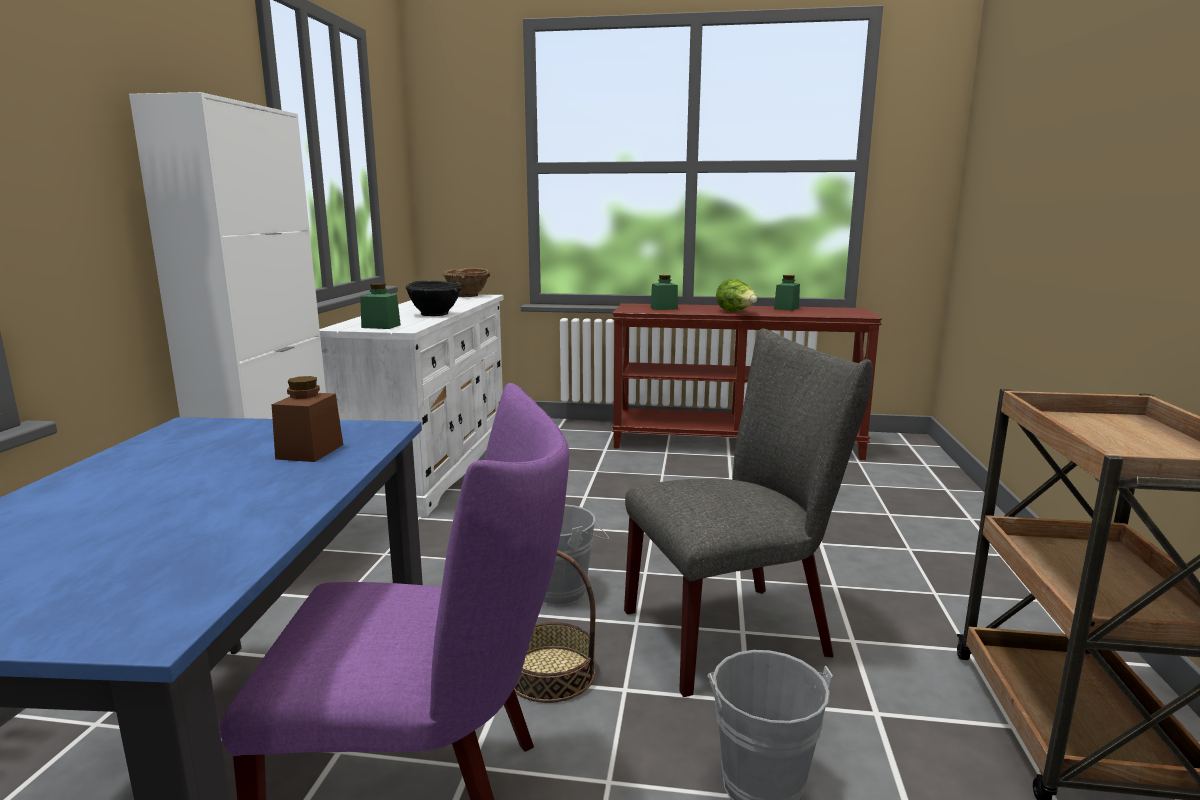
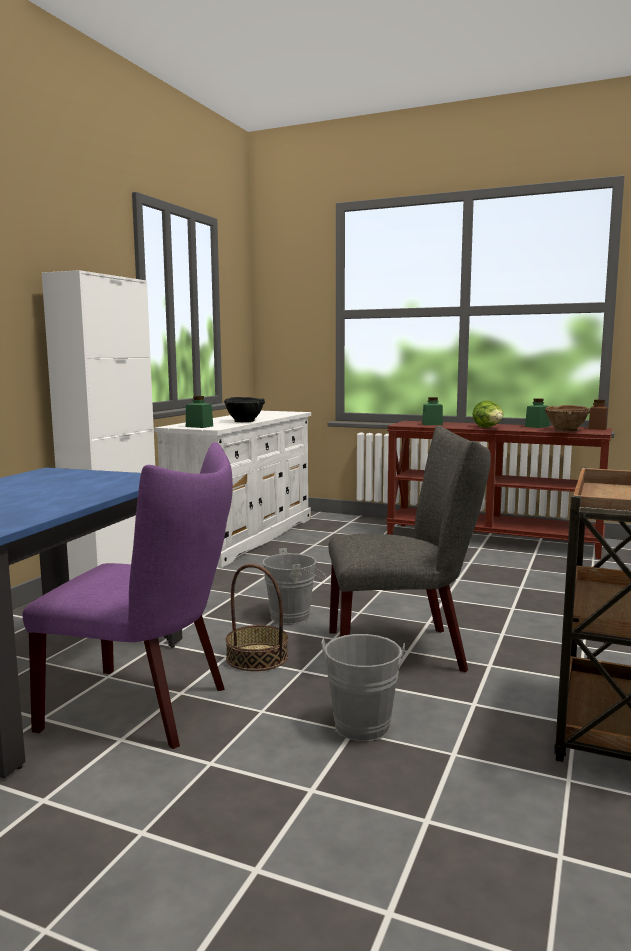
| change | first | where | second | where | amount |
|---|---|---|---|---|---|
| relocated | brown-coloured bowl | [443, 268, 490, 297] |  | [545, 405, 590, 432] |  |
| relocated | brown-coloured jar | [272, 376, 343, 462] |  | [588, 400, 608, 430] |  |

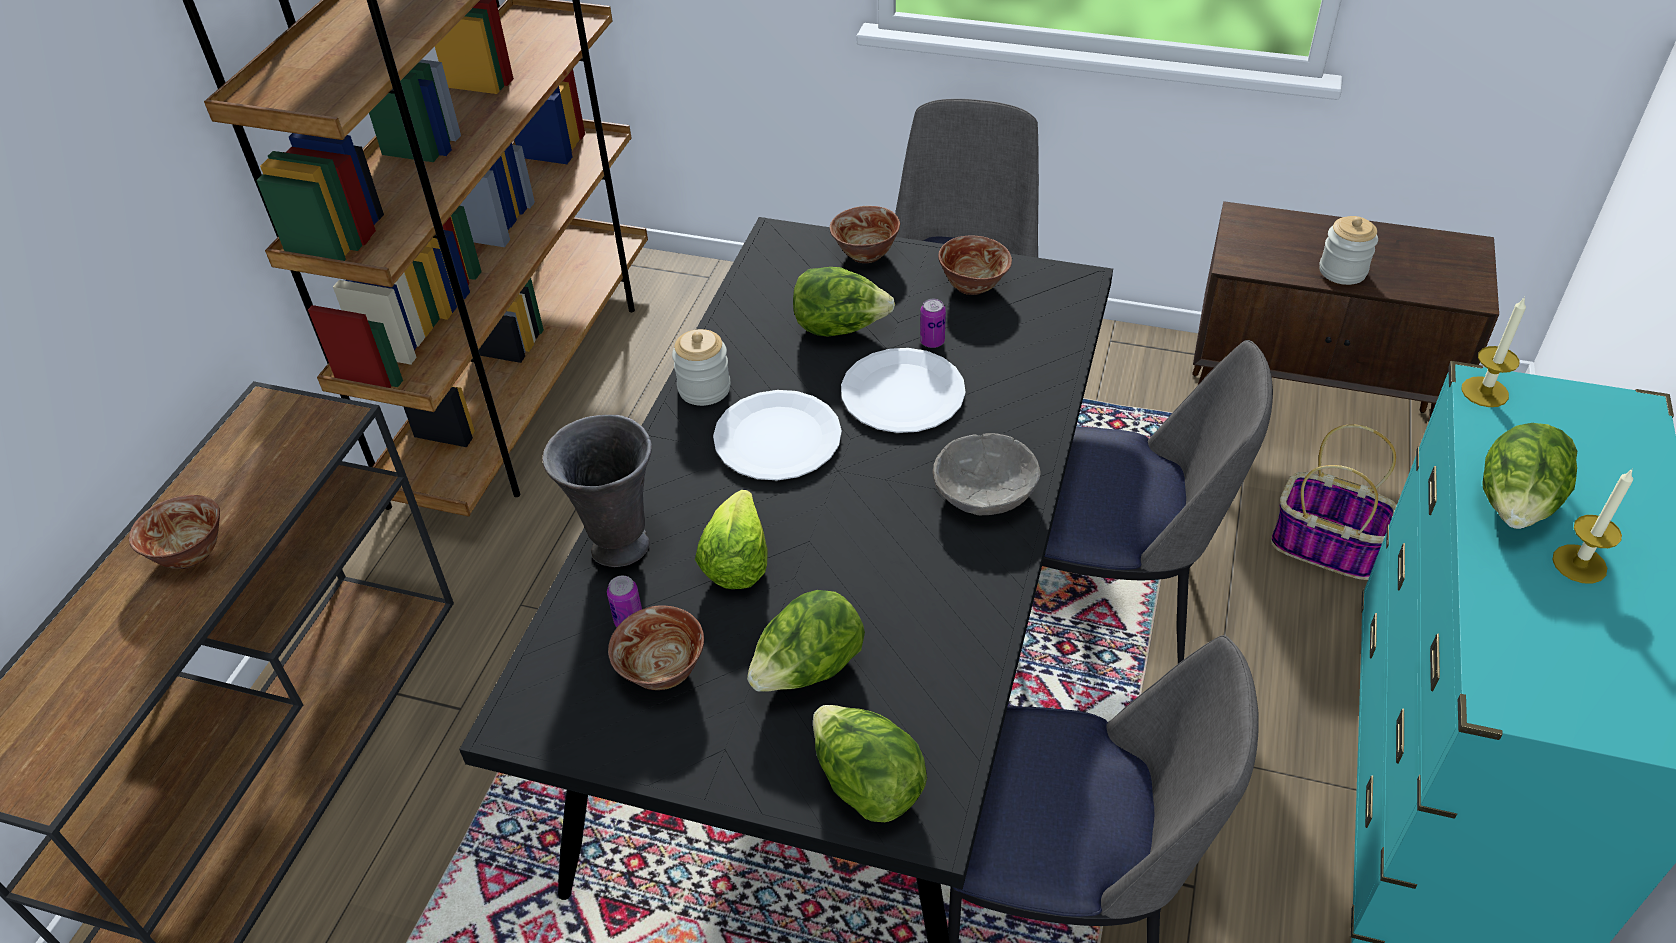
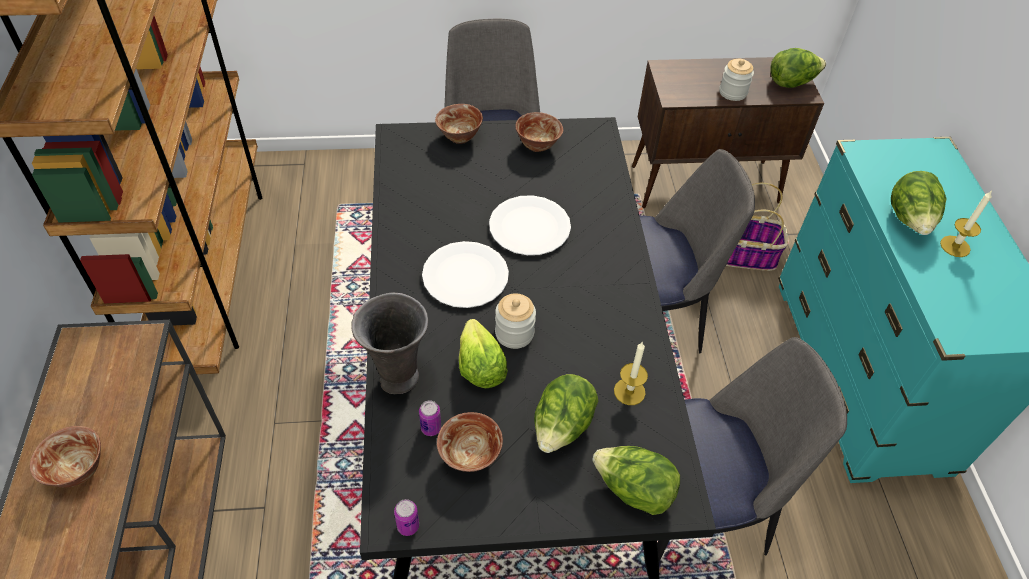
| change | first | where | second | where | amount |
|---|---|---|---|---|---|
| relocated | metal can | [920, 299, 946, 348] |  | [394, 499, 419, 536] |  |
| relocated | jar | [672, 329, 730, 406] |  | [495, 293, 536, 349] |  |
| relocated | candle | [1461, 296, 1526, 407] |  | [614, 341, 648, 405] |  |
| relocated | lettuce head | [793, 267, 895, 337] |  | [771, 48, 826, 88] |  |
| missing | gray bowl | [933, 433, 1041, 516] |  |  |  |

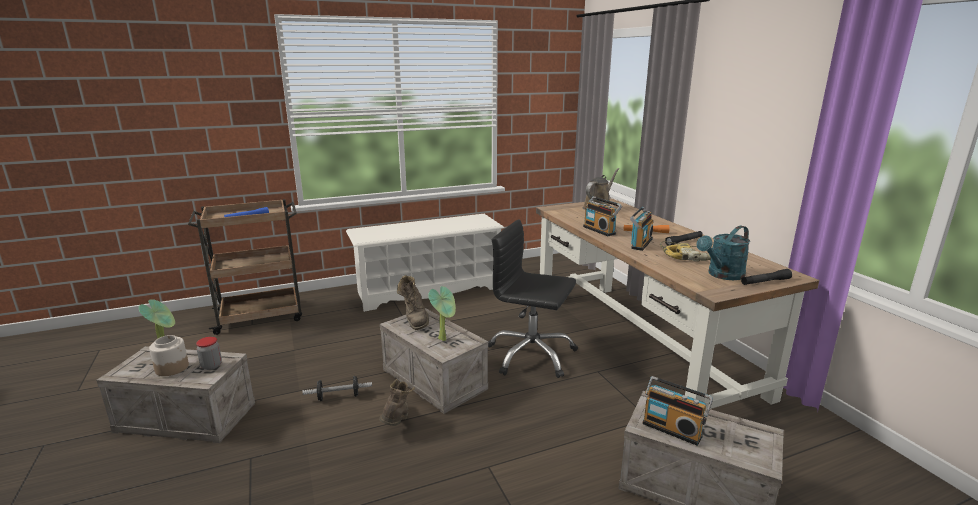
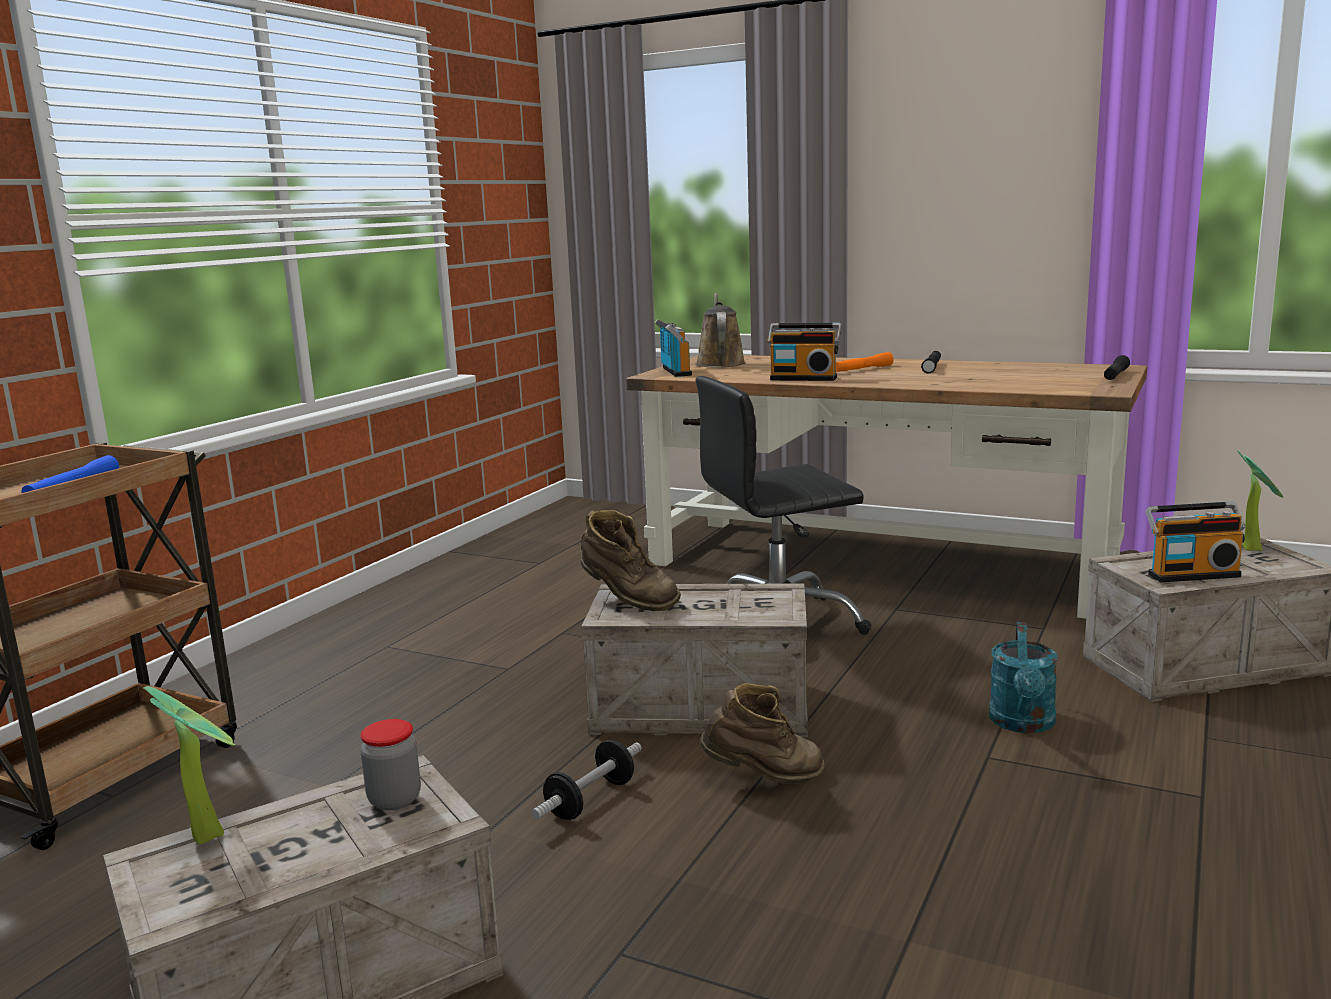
| change | first | where | second | where | amount |
|---|---|---|---|---|---|
| relocated | radio set | [630, 207, 653, 251] |  | [655, 319, 692, 377] |  |
| spun | brown-coloured tall boot | [379, 379, 415, 426] |  | [700, 683, 824, 784] | 120 degrees clockwise |
| relocated | turquoise-coloured watering can | [696, 226, 750, 280] |  | [989, 622, 1058, 733] |  |
| relocated | potted plant | [428, 286, 456, 341] |  | [1236, 450, 1284, 551] |  |
| missing | jar | [149, 335, 189, 376] |  |  |  |
| missing | whitish shoe rack | [346, 214, 504, 312] |  |  |  |
| missing | electric drill | [660, 241, 711, 261] |  |  |  |

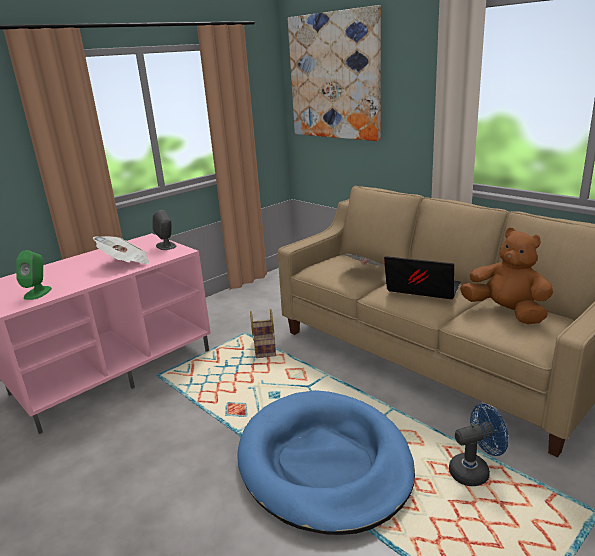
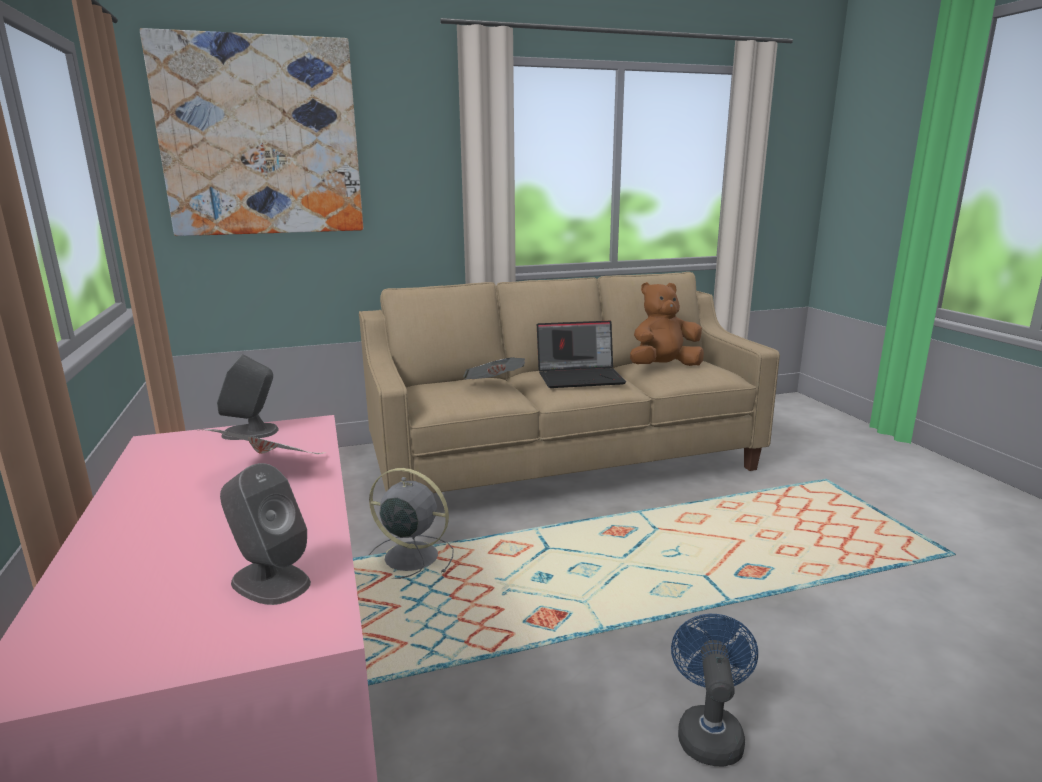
| change | first | where | second | where | amount |
|---|---|---|---|---|---|
| colour | greenish speaker | [16, 250, 52, 300] | gray speaker | [220, 463, 311, 605] |  |
| exchanged | storage basket | [250, 308, 276, 358] | gray electric fan | [368, 468, 454, 579] |  |
| spun | laptop | [384, 256, 460, 299] |  | [537, 321, 626, 388] | 150 degrees counterclockwise |
| relocated | blue electric fan | [449, 404, 509, 486] |  | [671, 614, 758, 766] |  |
| missing | blue pet bed | [237, 390, 415, 535] |  |  |  |

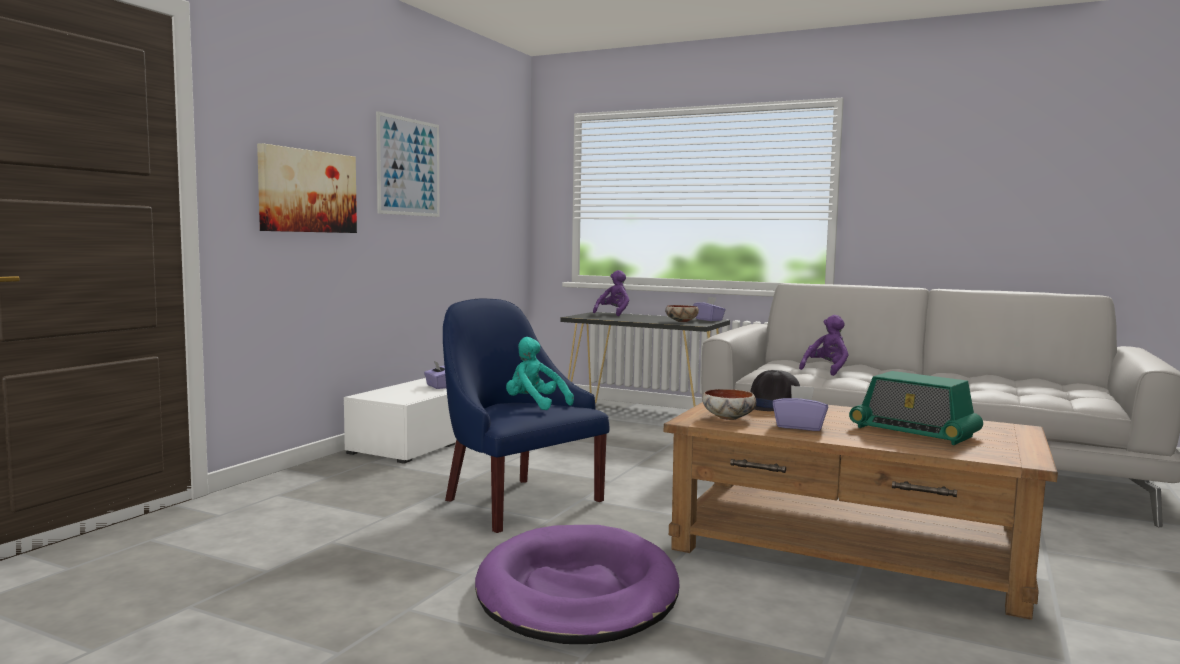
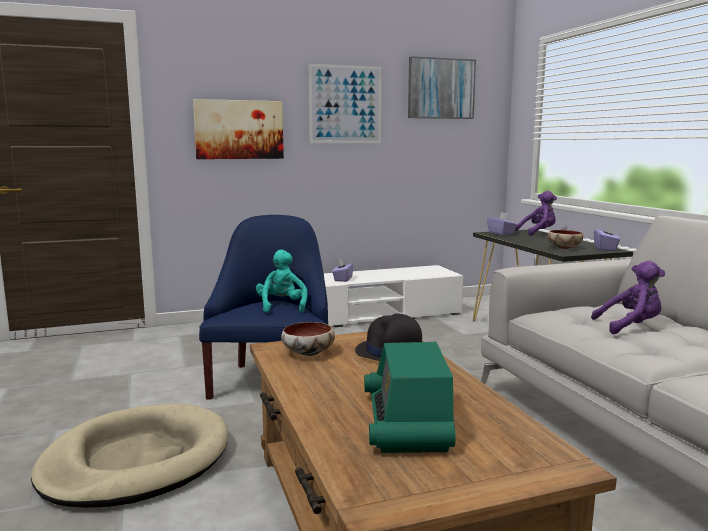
| change | first | where | second | where | amount |
|---|---|---|---|---|---|
| colour | purplish pet bed | [475, 525, 680, 644] | sand-coloured pet bed | [31, 403, 229, 508] |  |
| appeared |  |  | wall art | [408, 56, 476, 119] |  |
| relocated | purplish tissue box | [773, 385, 829, 431] |  | [487, 212, 517, 235] |  |

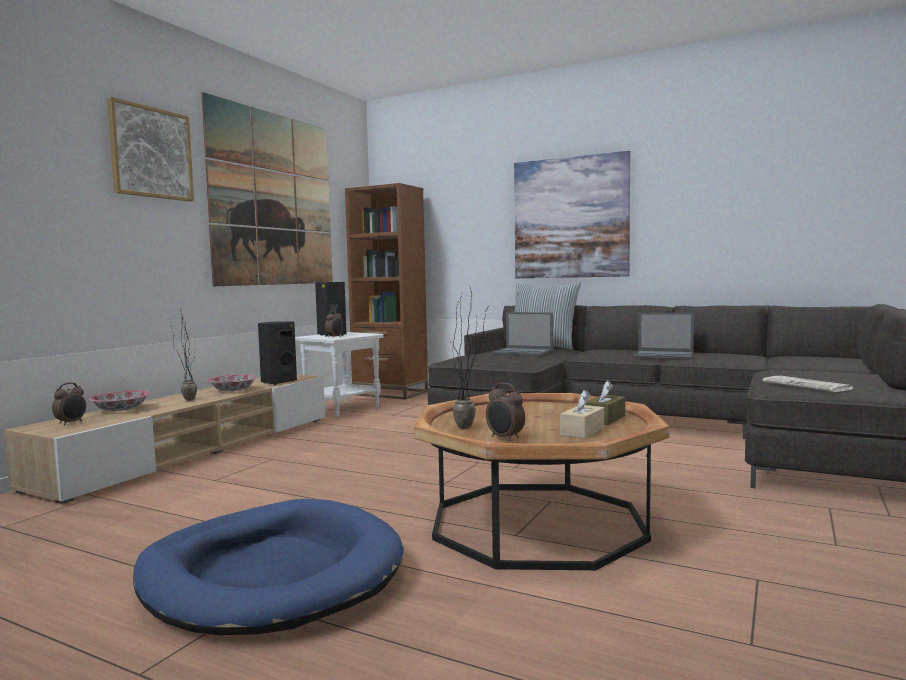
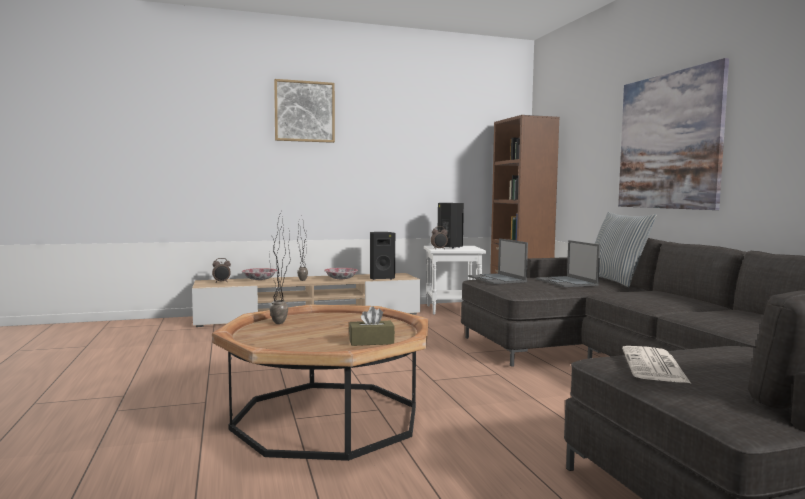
| change | first | where | second | where | amount |
|---|---|---|---|---|---|
| relocated | laptop | [634, 312, 694, 359] |  | [468, 238, 528, 284] |  |
| missing | blue pet bed | [133, 499, 404, 635] |  |  |  |
| missing | wall art | [201, 92, 333, 286] |  |  |  |
| missing | table clock | [486, 383, 525, 441] |  |  |  |
| missing | sand-coloured tissue box | [560, 390, 604, 439] |  |  |  |

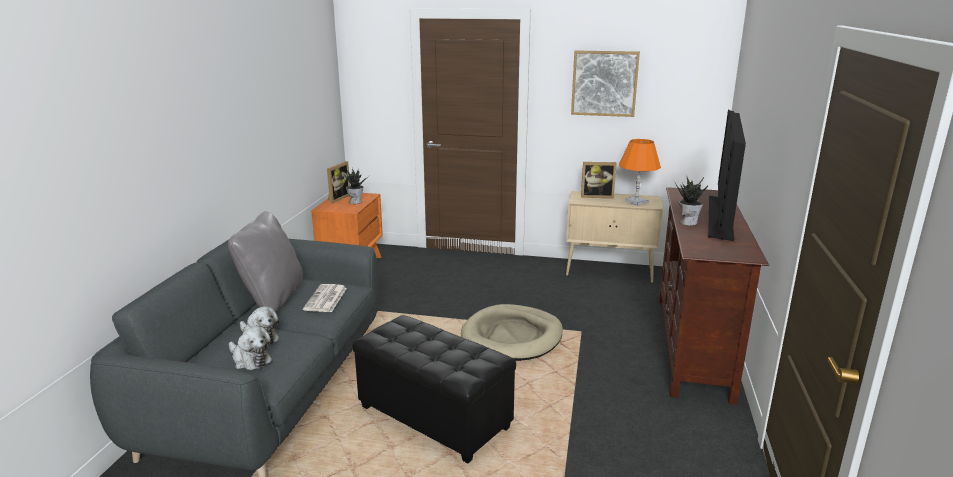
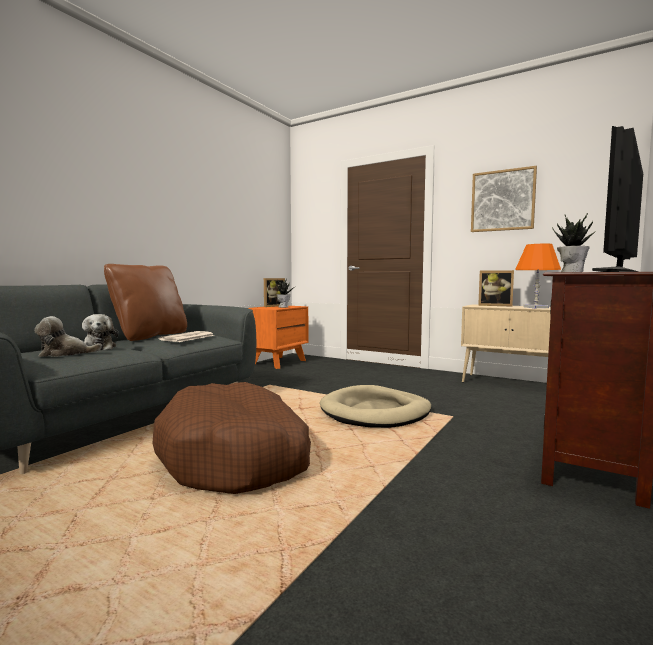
| change | first | where | second | where | amount |
|---|---|---|---|---|---|
| spun | cuddly toy | [229, 326, 272, 370] |  | [34, 316, 102, 357] | 105 degrees clockwise |
| colour | gray cushion | [228, 211, 303, 312] | brown-coloured cushion | [104, 264, 187, 341] |  |
| exchanged | blackish ottoman | [352, 315, 516, 463] | brown-coloured pet bed | [153, 382, 311, 494] |  |

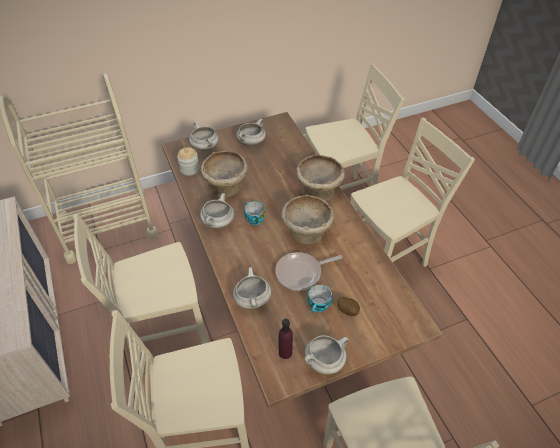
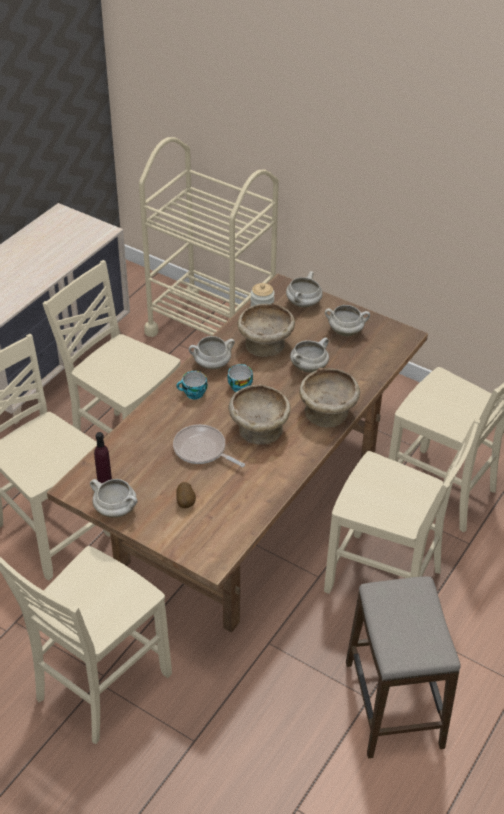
| change | first | where | second | where | amount |
|---|---|---|---|---|---|
| relocated | drinking cup | [307, 284, 332, 313] |  | [176, 371, 208, 399] |  |
| relocated | whitish stockpot | [233, 267, 271, 309] |  | [290, 337, 329, 373] |  |
| appeared |  |  | stool | [346, 576, 461, 758] |  |

